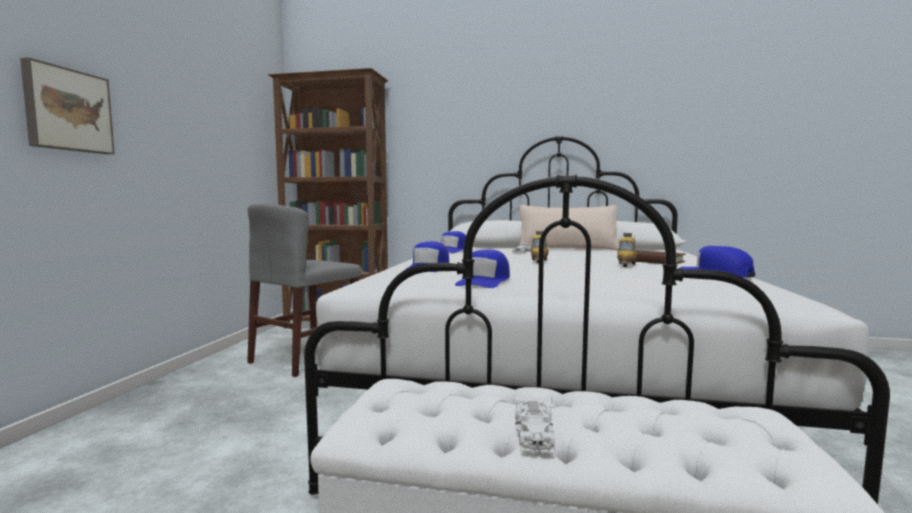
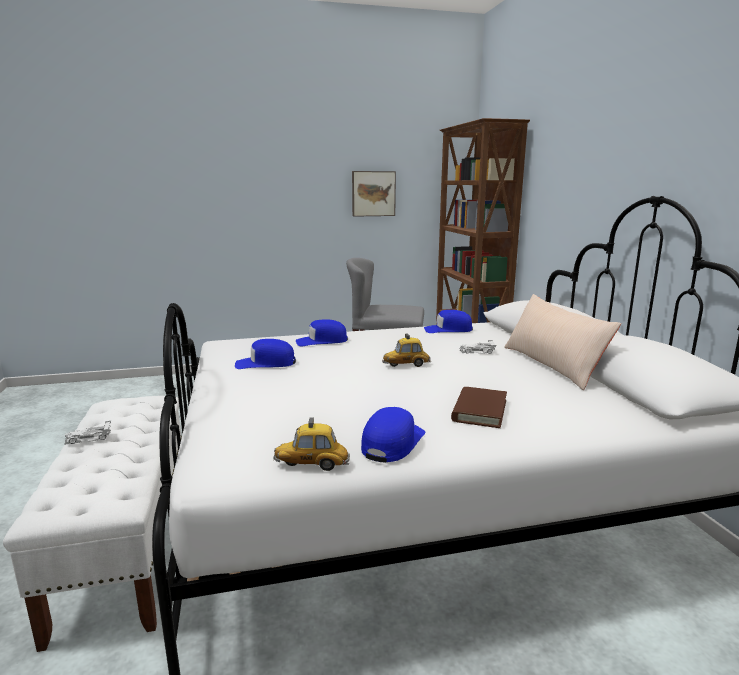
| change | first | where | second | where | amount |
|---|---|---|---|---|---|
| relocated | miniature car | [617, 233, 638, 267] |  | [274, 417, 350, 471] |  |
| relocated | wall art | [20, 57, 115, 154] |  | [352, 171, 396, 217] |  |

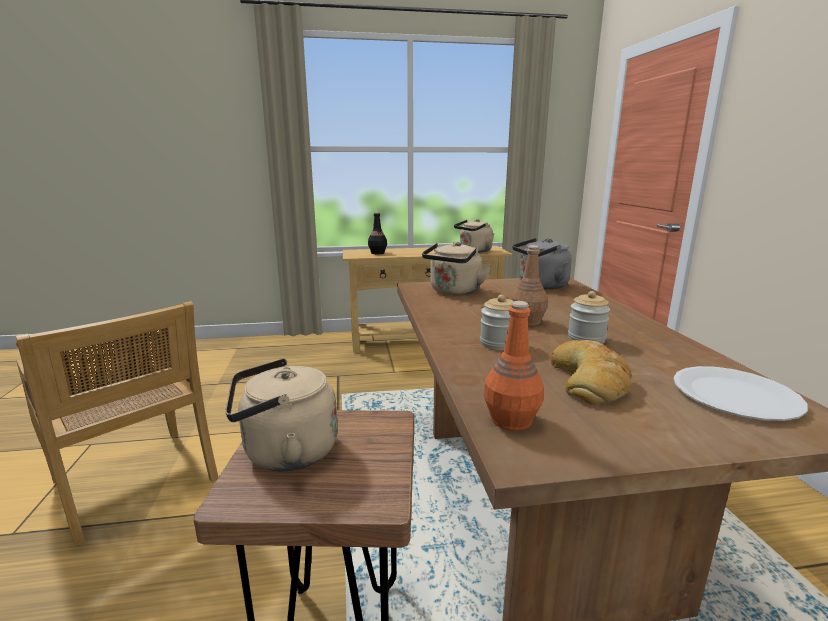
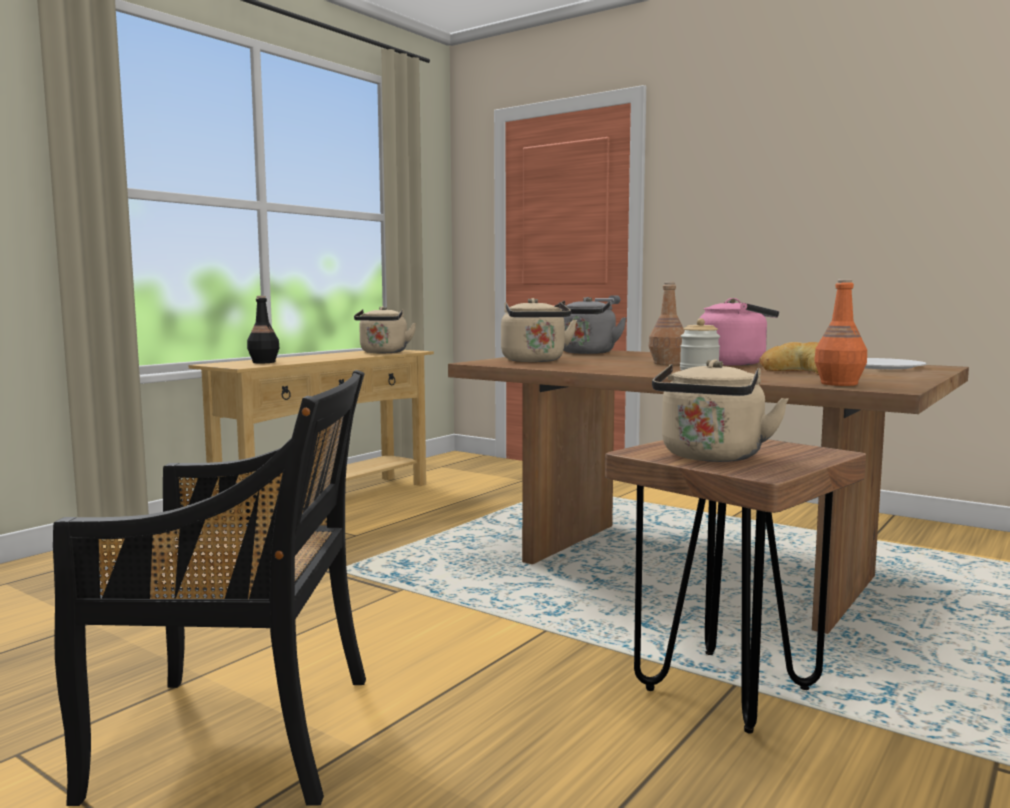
| change | first | where | second | where | amount |
|---|---|---|---|---|---|
| colour | sand-coloured plain chair | [16, 301, 218, 546] | blackish plain chair | [53, 370, 366, 806] |  |
| exchanged | jar | [568, 291, 610, 344] | pink tea kettle | [699, 298, 779, 366] |  |

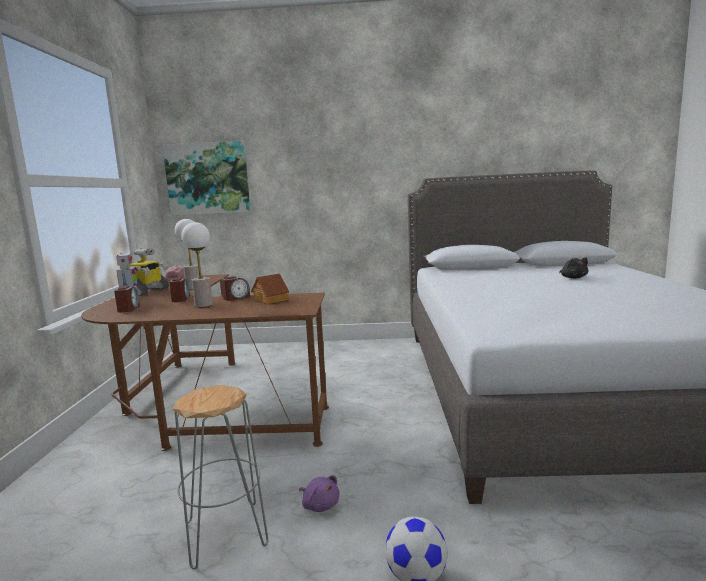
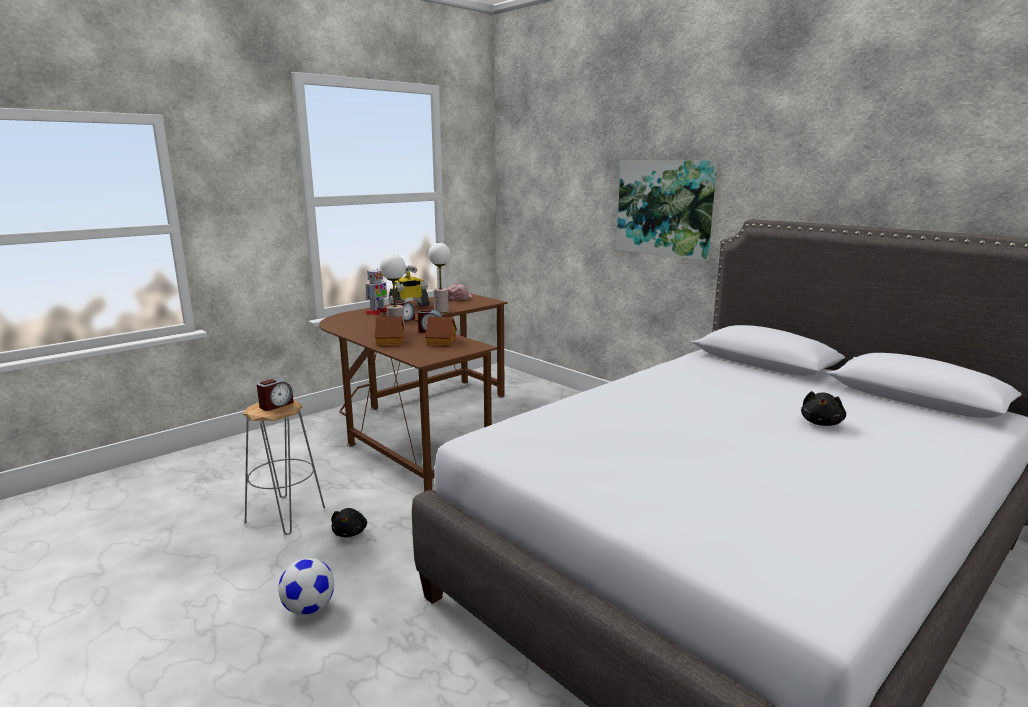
| change | first | where | second | where | amount |
|---|---|---|---|---|---|
| relocated | table clock | [114, 286, 140, 313] |  | [257, 379, 294, 411] |  |
| colour | purplish cuddly toy | [299, 475, 339, 512] | blackish cuddly toy | [331, 508, 367, 537] |  |
| appeared |  |  | toy house | [375, 317, 404, 345] |  |
| relocated | wall art | [162, 141, 251, 216] |  | [616, 160, 717, 261] |  |

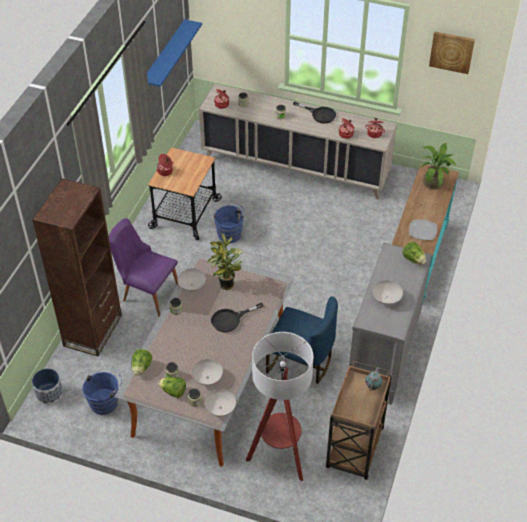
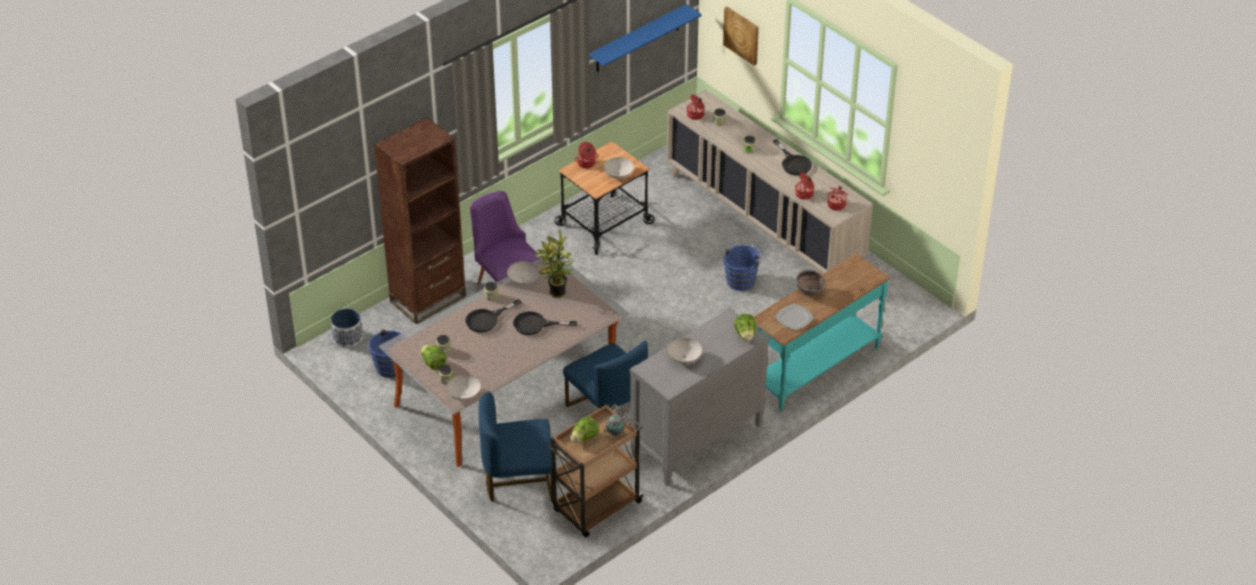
| change | first | where | second | where | amount |
|---|---|---|---|---|---|
| appeared |  |  | blackish pan | [465, 299, 522, 333] |  |
| exchanged | floor lamp | [246, 332, 313, 481] | blue plain chair | [478, 392, 553, 503] |  |
| relocated | lettuce head | [131, 349, 153, 376] |  | [570, 417, 599, 443] |  |
| relocated | whitish bowl | [192, 359, 223, 385] |  | [604, 157, 634, 179] |  |
| relocated | wall art | [429, 32, 475, 74] |  | [723, 7, 759, 66] |  |
| relocated | blue pail | [213, 202, 244, 243] |  | [724, 242, 763, 291] |  |
| appeared |  |  | brown-coloured bowl | [796, 270, 826, 296] |  |
| missing | potted plant | [420, 143, 456, 189] |  |  |  |

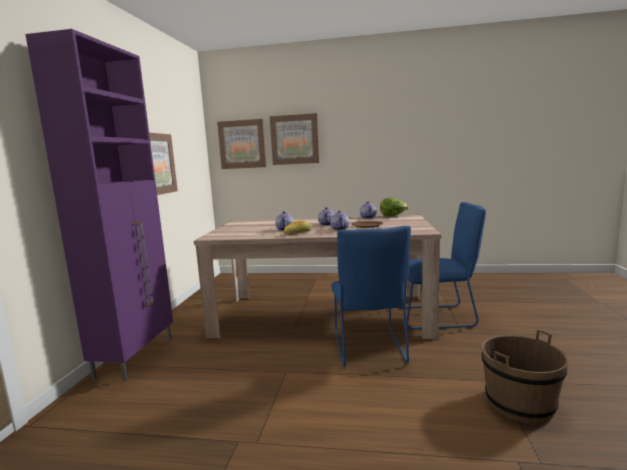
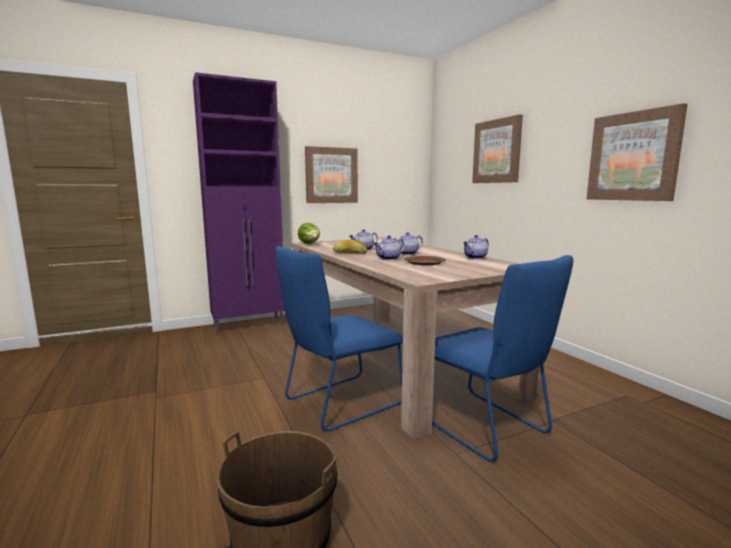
| change | first | where | second | where | amount |
|---|---|---|---|---|---|
| relocated | lettuce head | [380, 198, 409, 217] |  | [298, 223, 320, 244] |  |
| relocated | wall art | [217, 119, 267, 169] |  | [587, 103, 688, 201] |  |

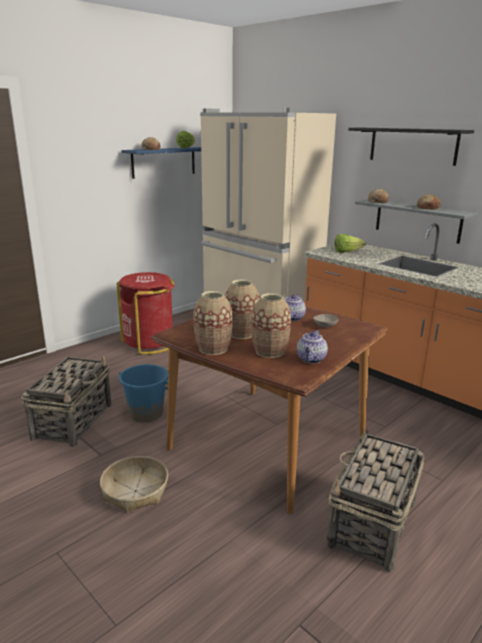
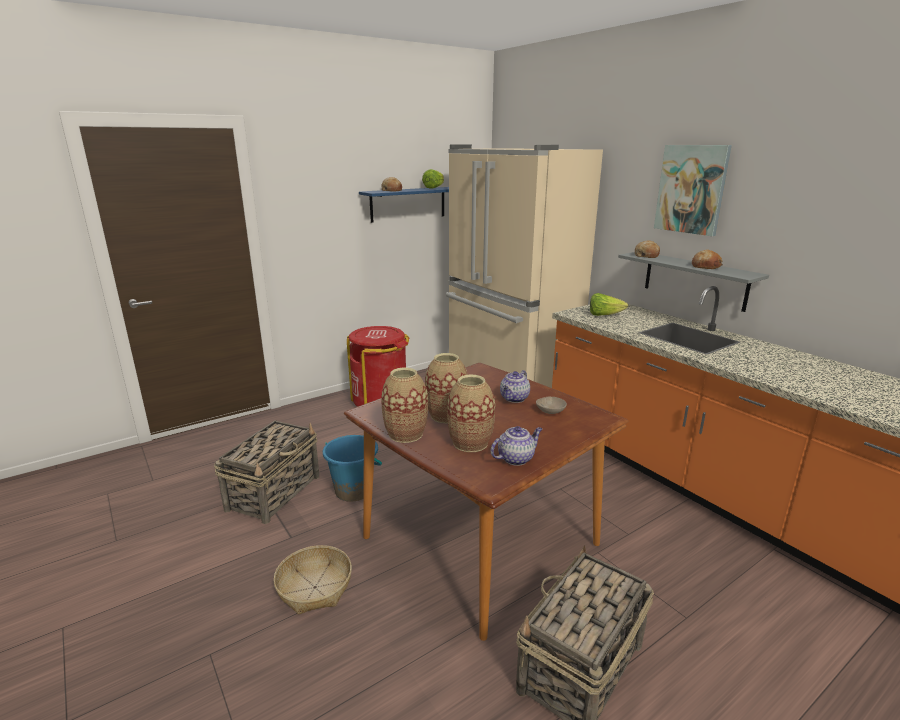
| change | first | where | second | where | amount |
|---|---|---|---|---|---|
| spun | tea pot | [297, 330, 328, 364] |  | [490, 426, 542, 466] | 150 degrees counterclockwise |
| exchanged | blackish shelf | [348, 128, 474, 166] | wall art | [654, 145, 732, 236] |  |

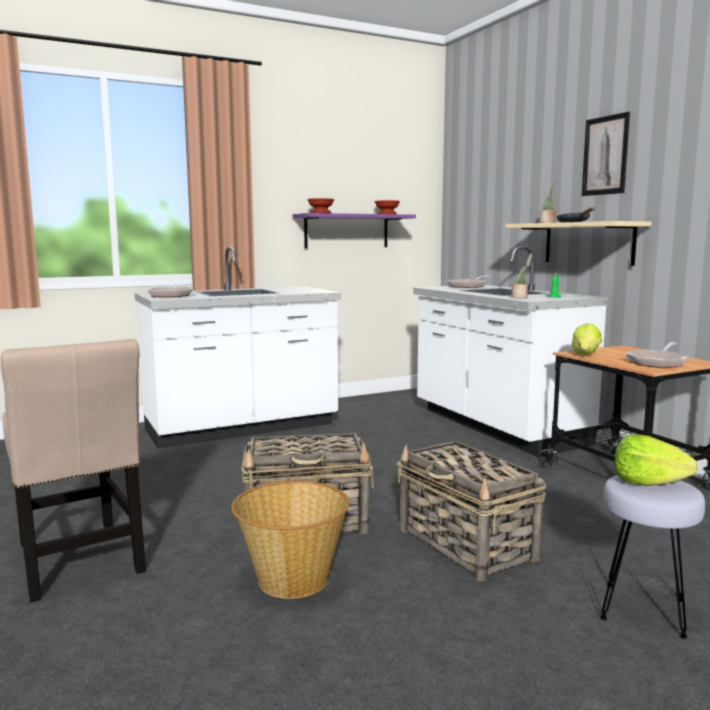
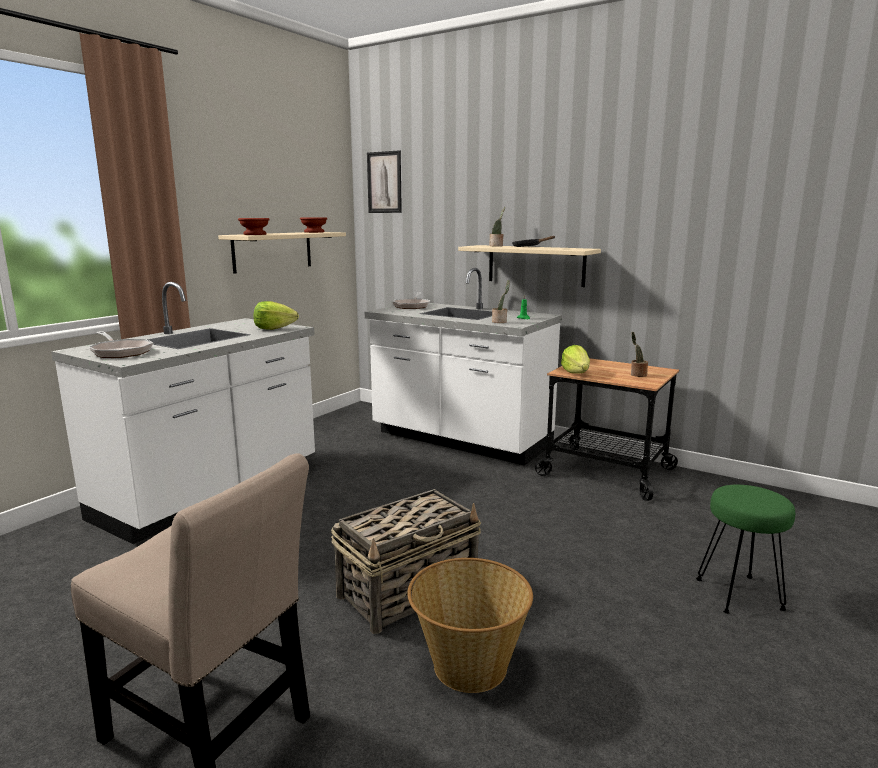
| change | first | where | second | where | amount |
|---|---|---|---|---|---|
| colour | purplish shelf | [292, 213, 416, 248] | sand-coloured shelf | [218, 232, 346, 274] |  |
| relocated | lettuce head | [615, 434, 698, 486] |  | [254, 301, 299, 330] |  |
| relocated | wall art | [582, 112, 630, 196] |  | [367, 150, 402, 213] |  |
| exchanged | pan | [626, 342, 688, 368] | potted plant | [631, 332, 648, 377] |  |
| colour | gray stool | [600, 475, 705, 639] | greenish stool | [696, 485, 795, 614] |  |
| missing | storage basket | [397, 441, 546, 581] |  |  |  |

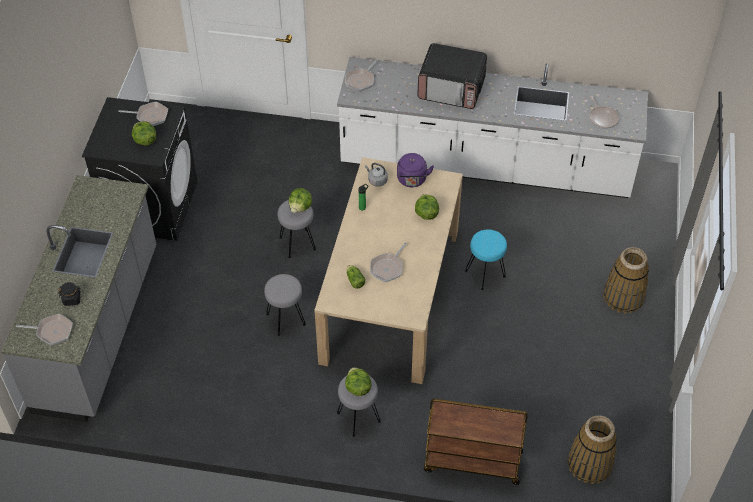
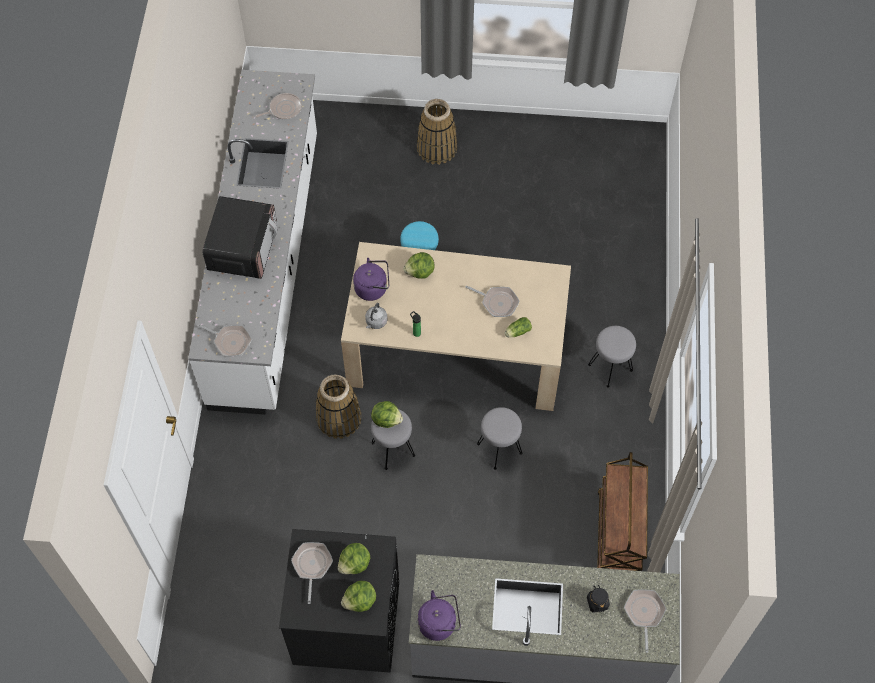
| change | first | where | second | where | amount |
|---|---|---|---|---|---|
| relocated | storage basket | [568, 415, 617, 484] |  | [316, 375, 361, 439] |  |
| relocated | lettuce head | [345, 367, 372, 396] |  | [341, 581, 376, 612] |  |
| appeared |  |  | purplish tea kettle | [418, 590, 461, 641] |  |
| relocated | brown-coloured trolley | [424, 399, 528, 485] |  | [597, 452, 648, 571] |  |

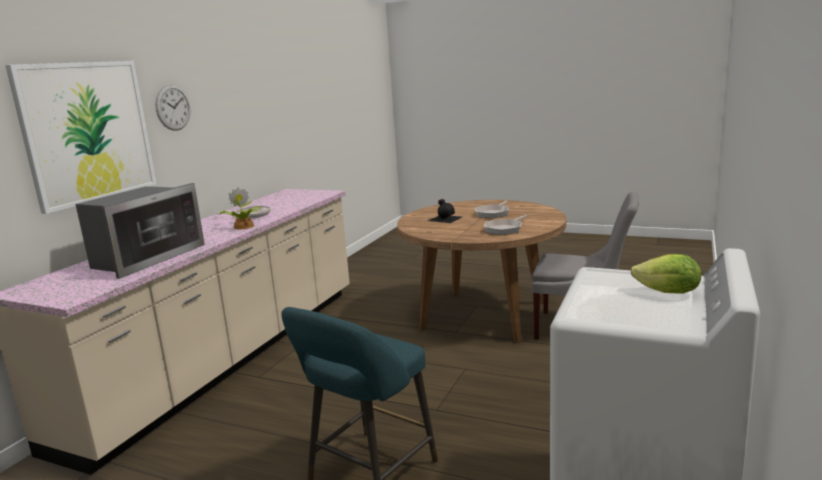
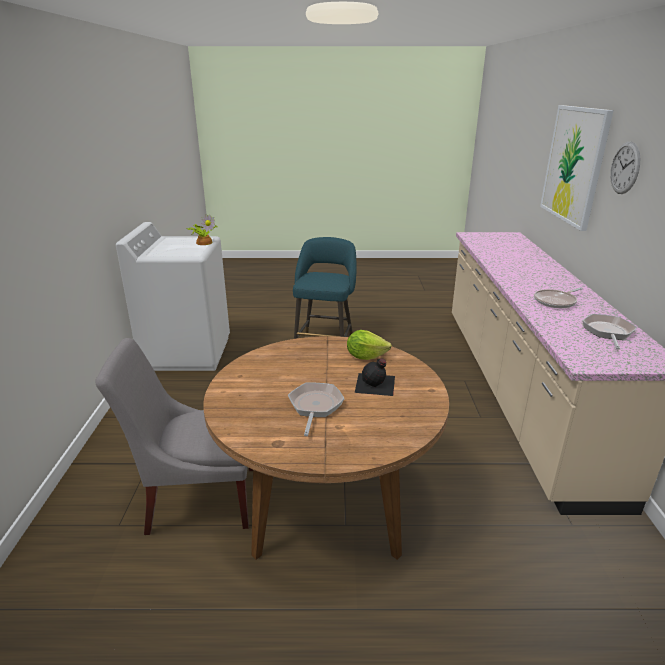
| change | first | where | second | where | amount |
|---|---|---|---|---|---|
| relocated | potted plant | [219, 187, 260, 230] |  | [186, 214, 218, 245] |  |
| relocated | lettuce head | [631, 254, 701, 293] |  | [347, 330, 392, 360] |  |
| relocated | pan | [484, 215, 527, 235] |  | [582, 314, 637, 350] |  |
| missing | kitchen microwave | [76, 183, 205, 279] |  |  |  |

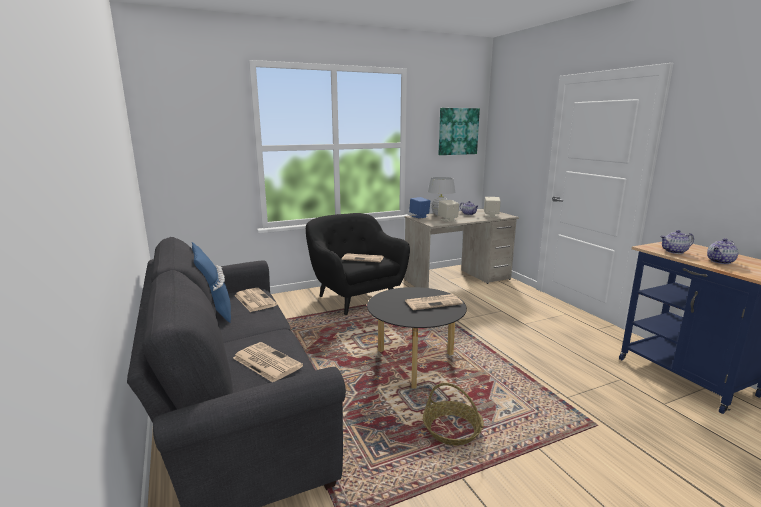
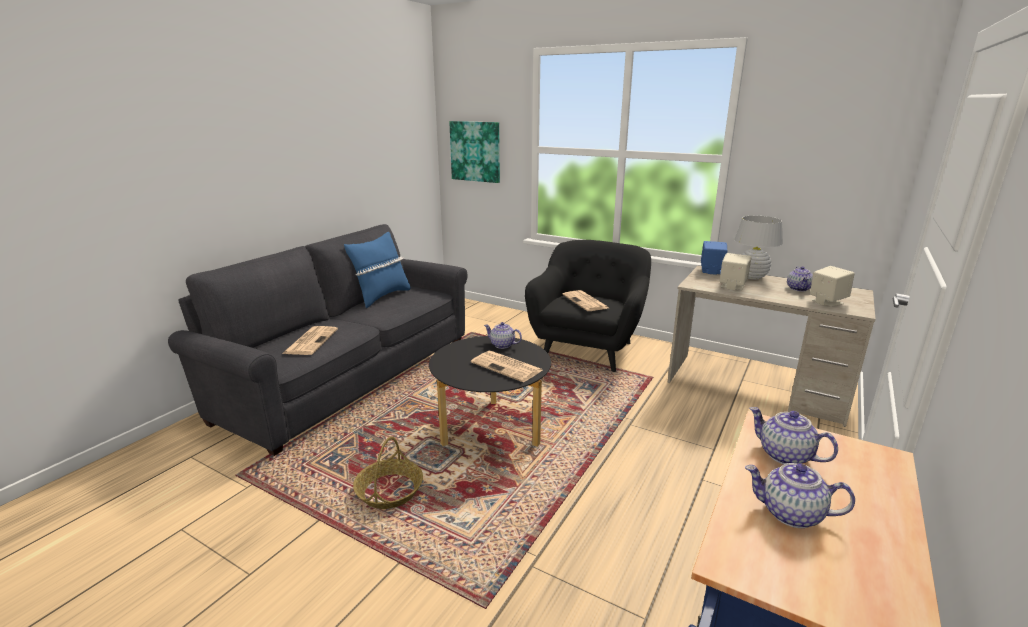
| change | first | where | second | where | amount |
|---|---|---|---|---|---|
| relocated | wall art | [438, 108, 480, 155] |  | [449, 121, 500, 183] |  |
| appeared |  |  | tea pot | [484, 322, 522, 349] |  |
| missing | printed paper | [234, 288, 277, 312] |  |  |  |

